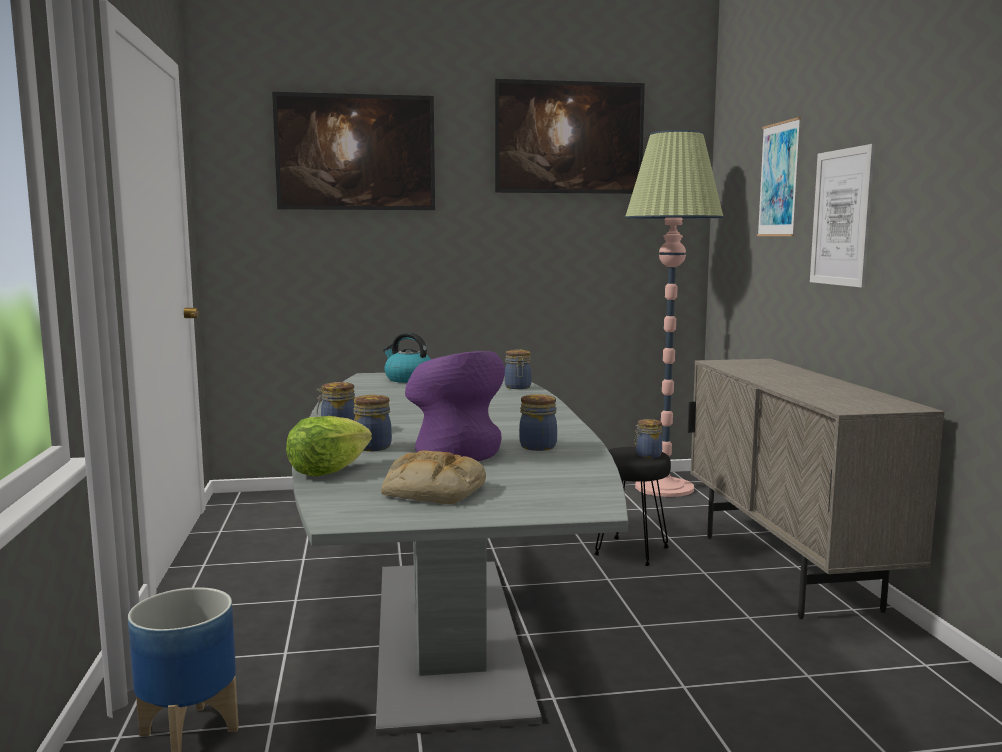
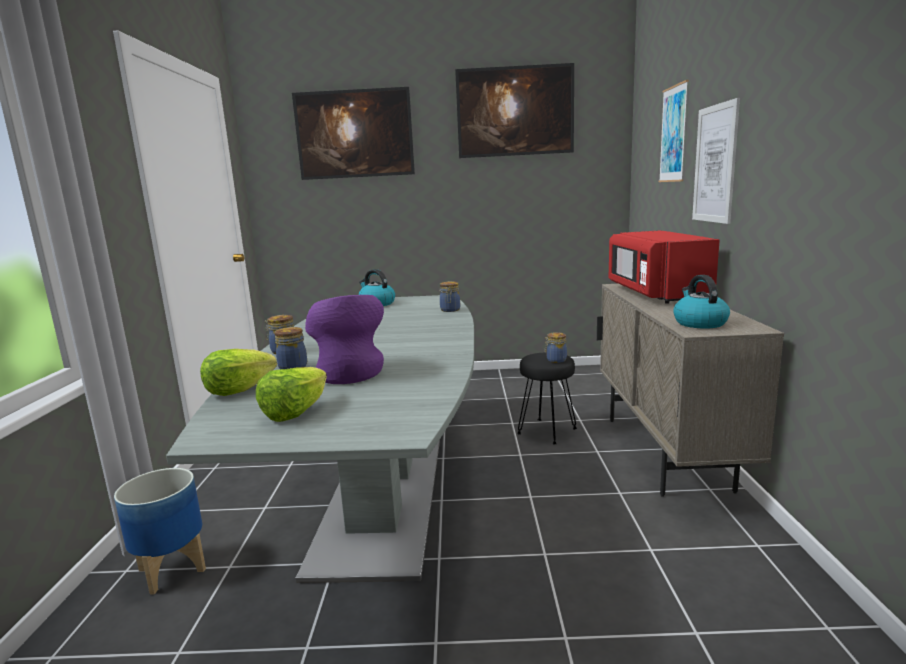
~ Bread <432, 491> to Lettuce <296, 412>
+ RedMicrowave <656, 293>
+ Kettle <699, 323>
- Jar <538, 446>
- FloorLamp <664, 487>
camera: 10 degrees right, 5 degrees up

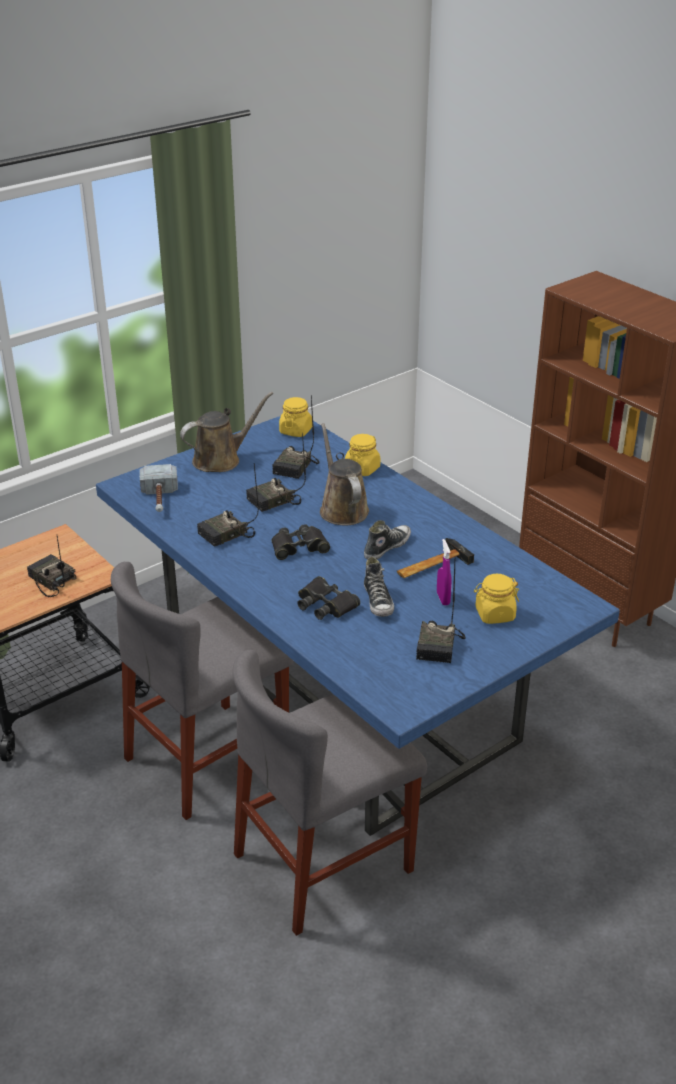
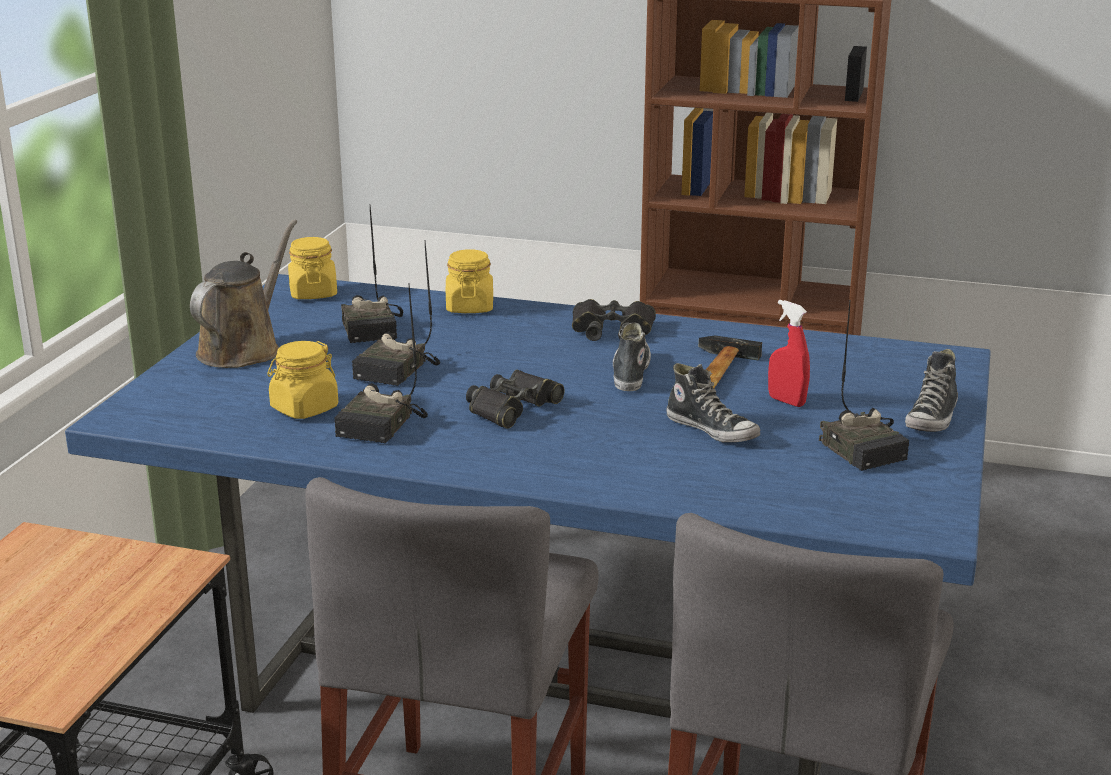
~ YellowJar <494, 614> to <304, 408>
~ BlackBinoculars <326, 604> to <612, 330>
~ PurpleSprayBottle <443, 599> to RedSprayBottle <786, 401>
+ Shoe <932, 419>
- Radio <50, 580>
- Hammer <159, 499>
- BrownWateringCan <342, 509>
camera: 35 degrees left, 10 degrees down

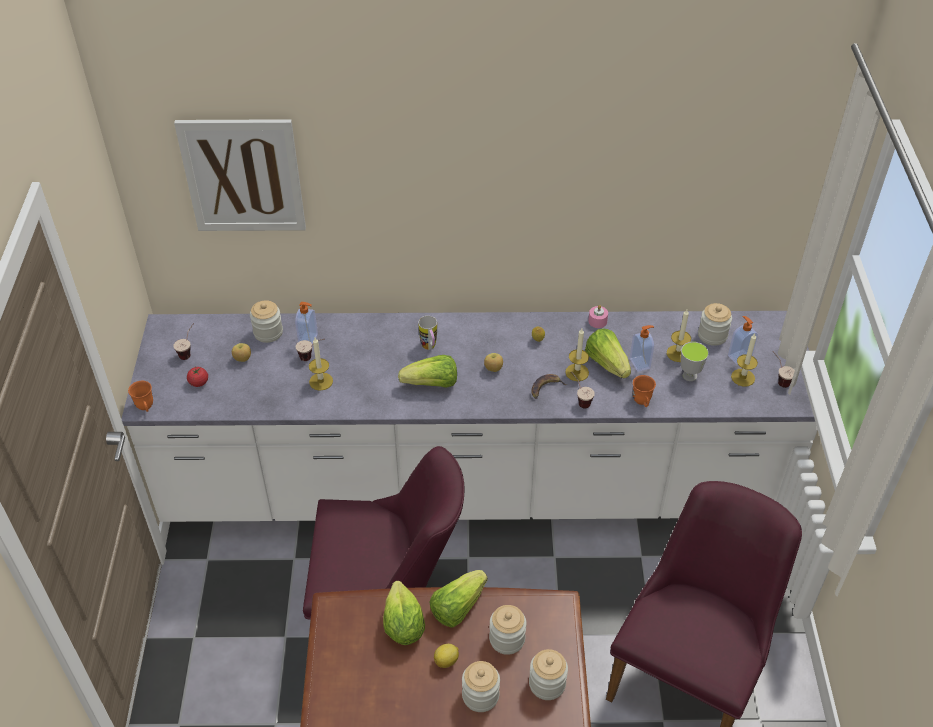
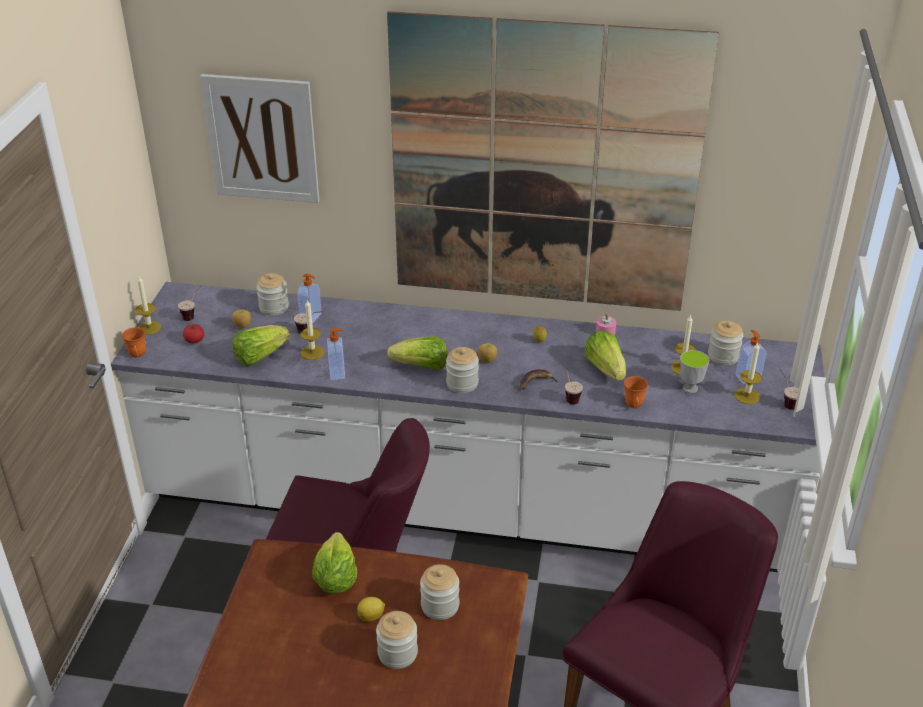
~ Candle <577, 372> to <149, 327>
~ Lettuce <457, 607> to <260, 356>
~ SoapDispenser <640, 363> to <338, 373>
+ Picture <543, 168>
~ Jar <547, 684> to <462, 383>
- Mug <429, 348>
camera: 10 degrees right, 10 degrees down

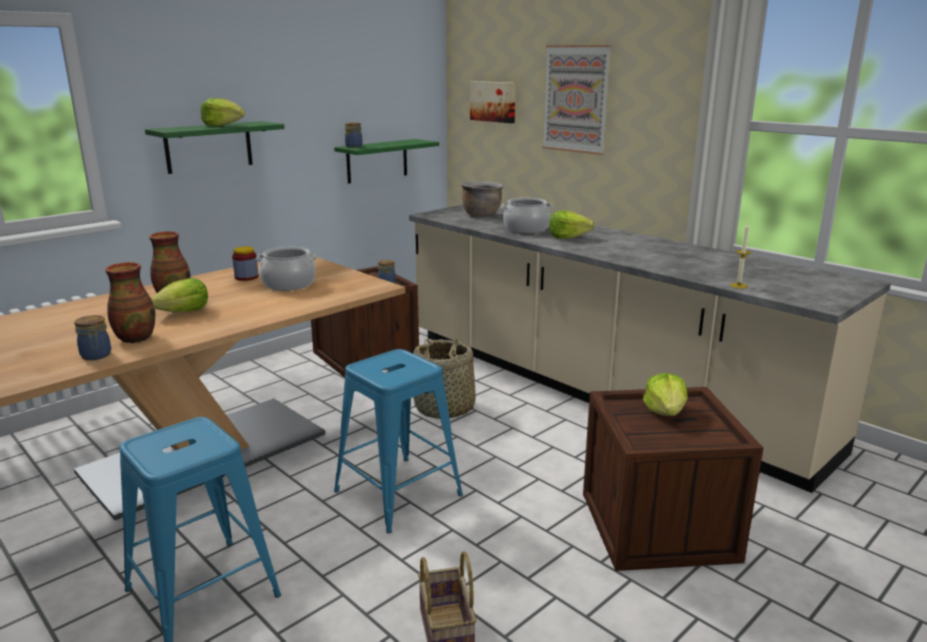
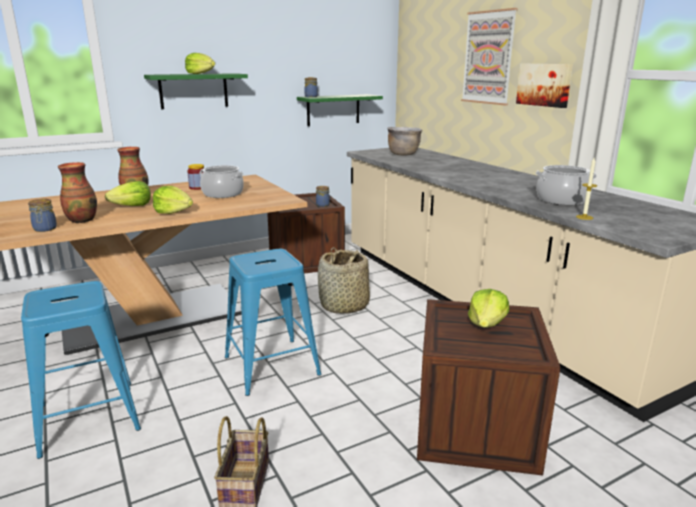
~ Lettuce <568, 237> to <174, 212>
~ Picture <493, 101> to <544, 84>
~ CookingPot <526, 229> to <561, 200>
camera: 15 degrees right, 0 degrees up

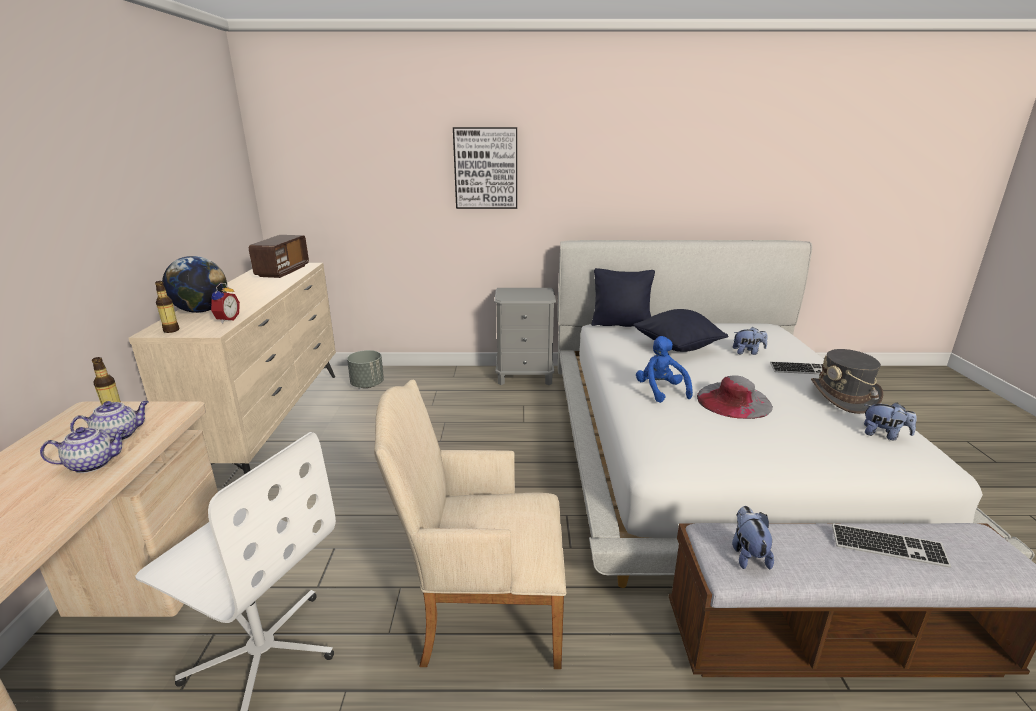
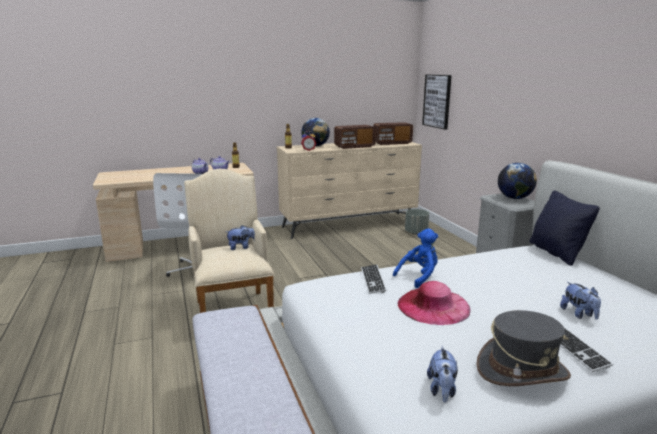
~ PlushToy <747, 554> to <241, 247>
+ Radio <354, 146>
~ Keyboard <887, 547> to <373, 280>
~ GreyHat <733, 401> to PinkHat <433, 306>
~ Picture <486, 168> to <437, 101>
+ Globe <514, 198>
- BlackPillow <677, 348>
camera: 70 degrees right, 5 degrees down

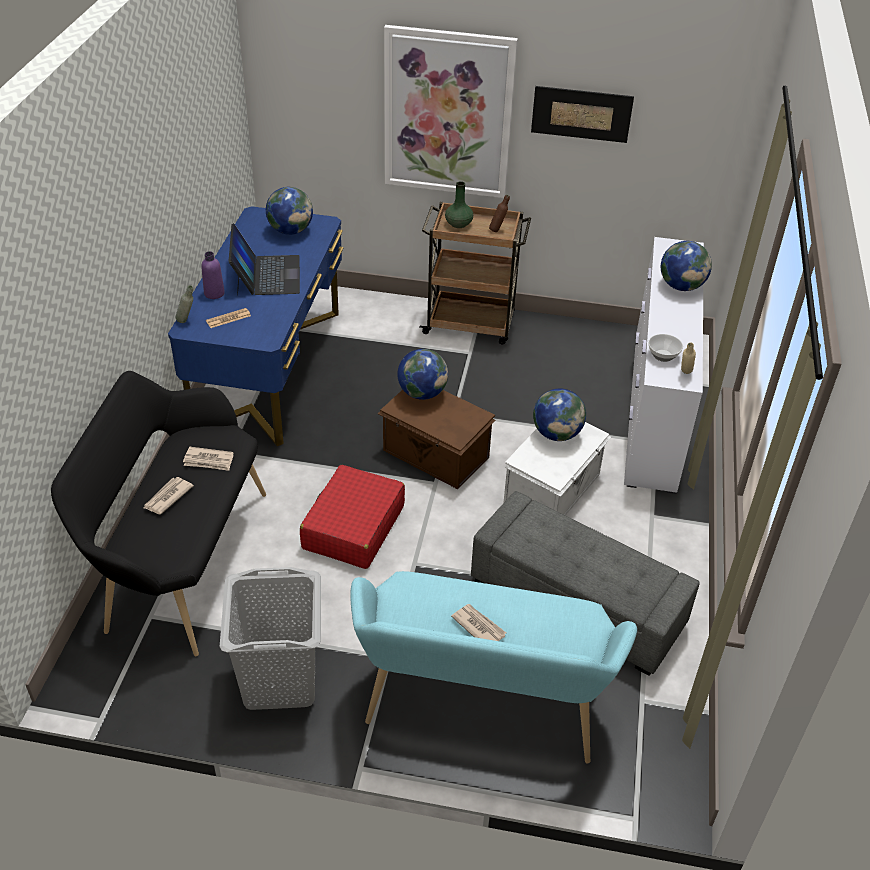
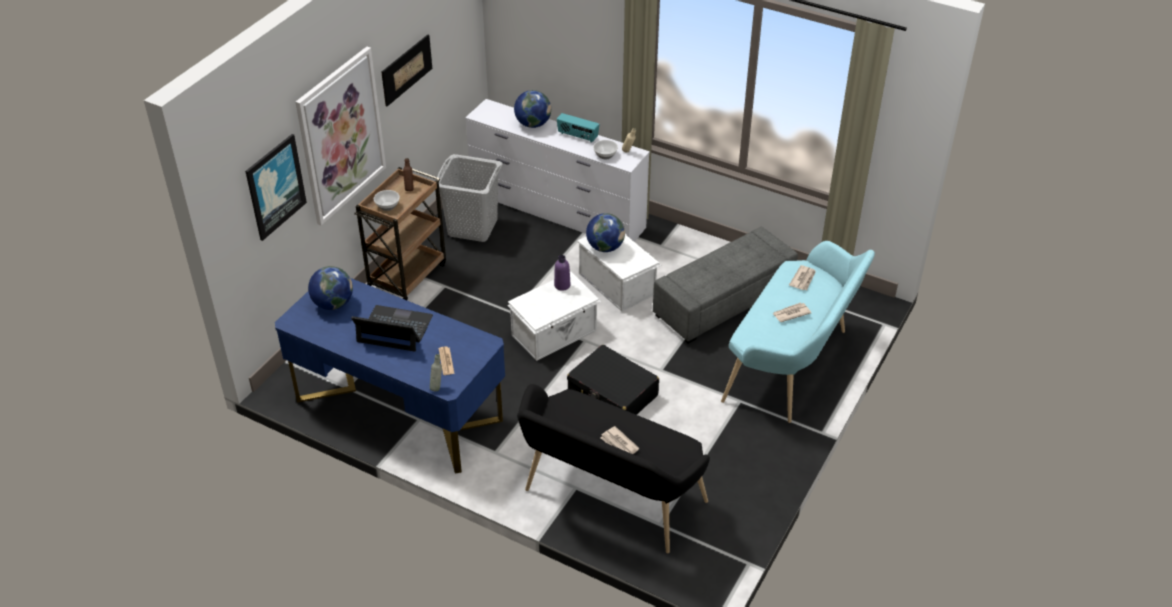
+ Picture <275, 186>
~ GreenVase <458, 224> to Bowl <387, 206>
~ GreyLaundryBasket <280, 679> to <472, 227>
~ BrownStorageBox <435, 455> to WhiteStorageBox <555, 333>
~ PurpleBottle <214, 293> to <562, 285>
+ Radio <577, 136>
~ RedSuitcase <353, 527> to BlackSuitcase <613, 394>
~ Newspaper <209, 461> to <803, 279>
- Globe <422, 393>
camera: 70 degrees left, 0 degrees up

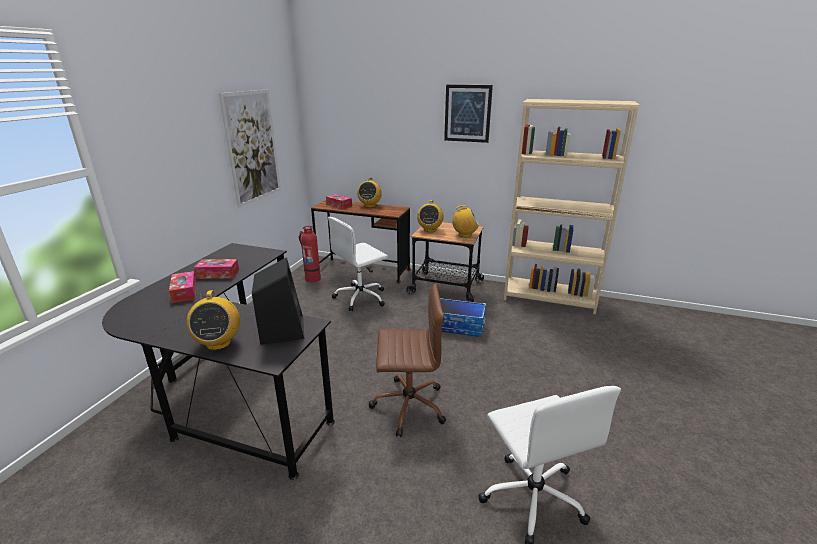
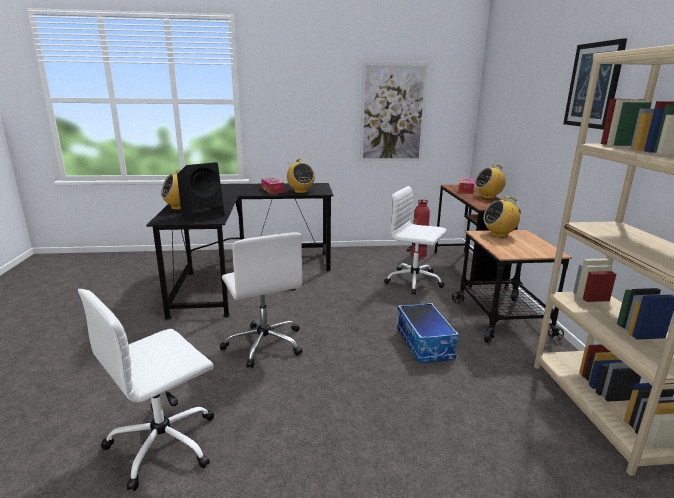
~ BrownOfficeChair <407, 405> to WhiteOfficeChair <264, 344>
~ Radio <464, 235> to <300, 191>
- TissueBox <184, 292>
camera: 65 degrees right, 5 degrees down

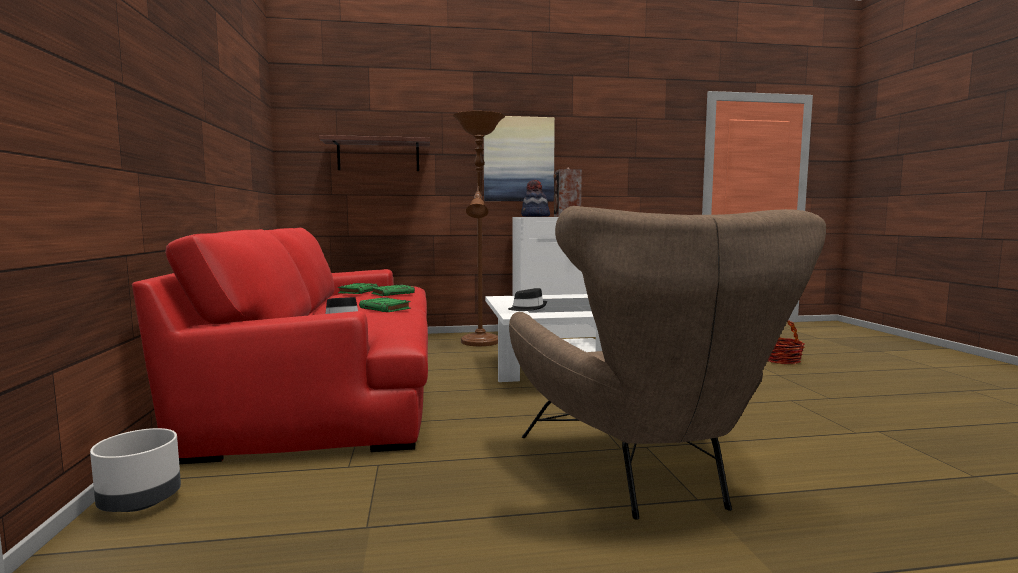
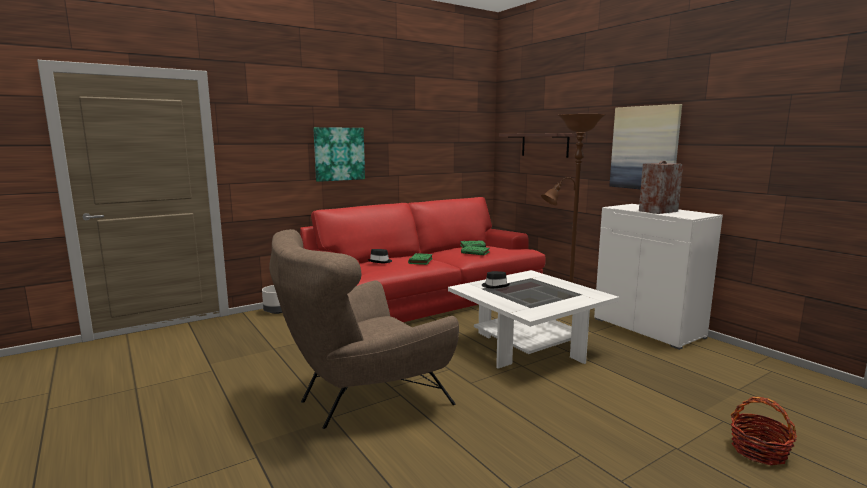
+ Picture <339, 154>
- Hat <535, 216>
camera: 65 degrees right, 5 degrees up

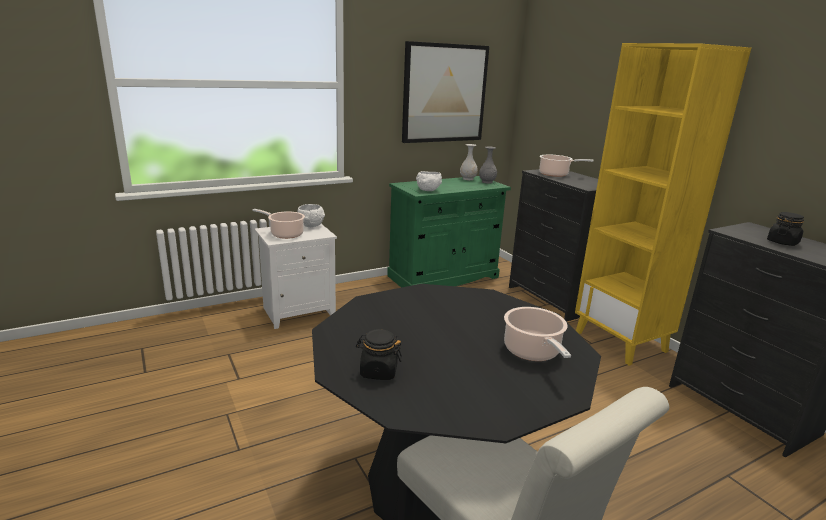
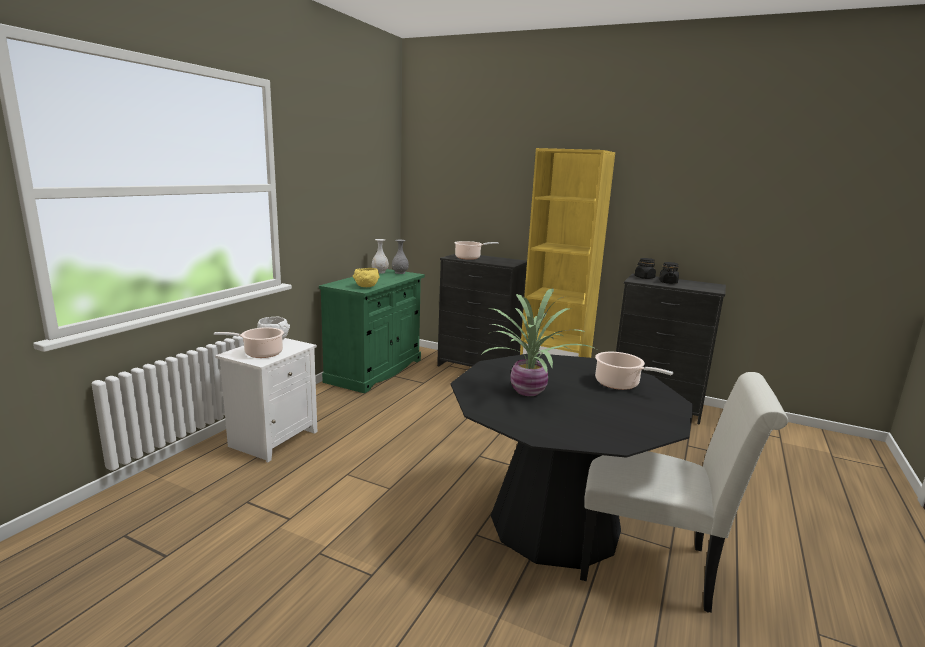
~ WhiteBowl <428, 190> to YellowBowl <366, 286>
+ PottedPlant <530, 392>
~ BlackJar <378, 371> to <644, 277>
- Picture <444, 93>
camera: 35 degrees left, 5 degrees down

